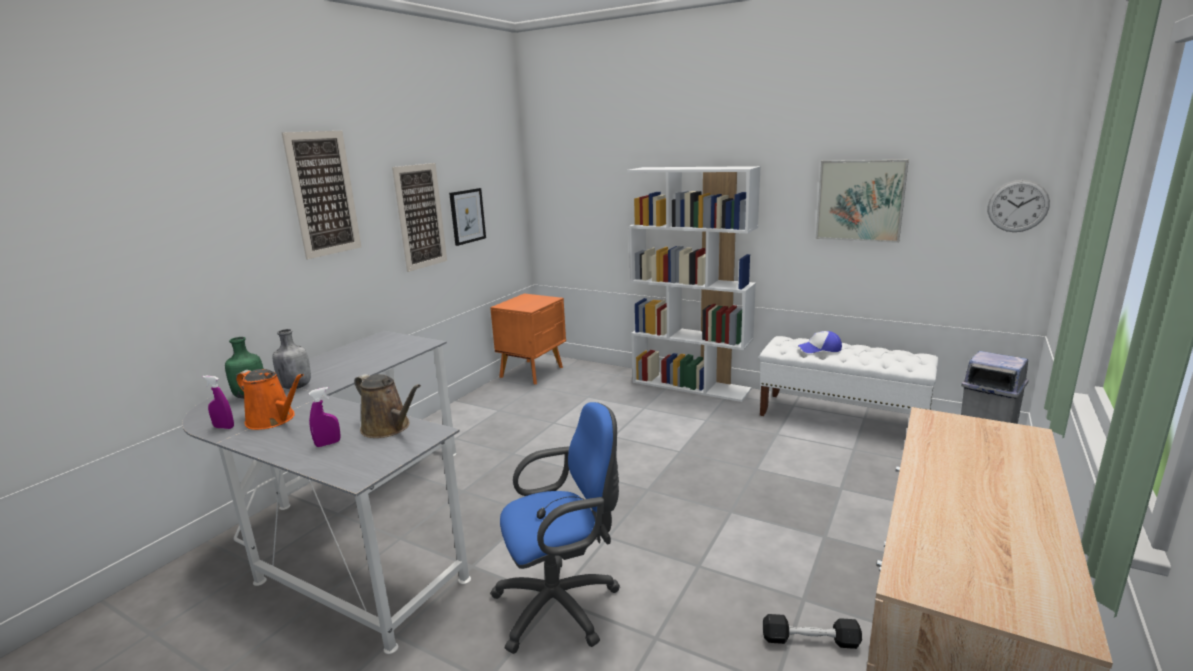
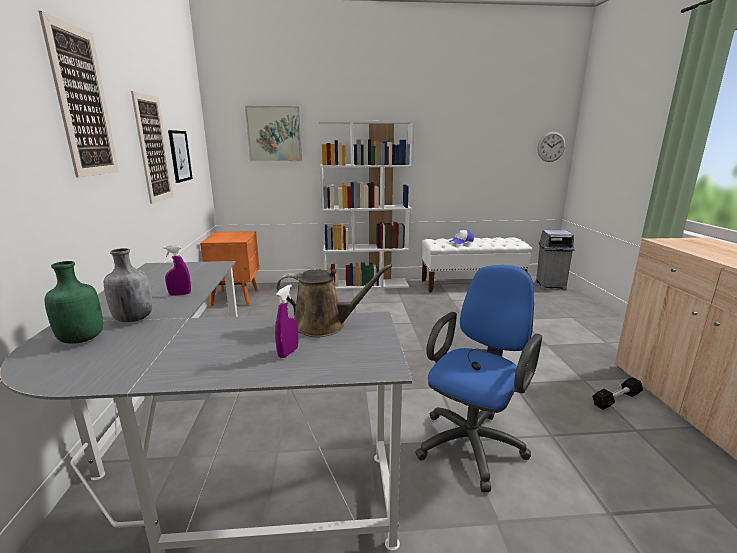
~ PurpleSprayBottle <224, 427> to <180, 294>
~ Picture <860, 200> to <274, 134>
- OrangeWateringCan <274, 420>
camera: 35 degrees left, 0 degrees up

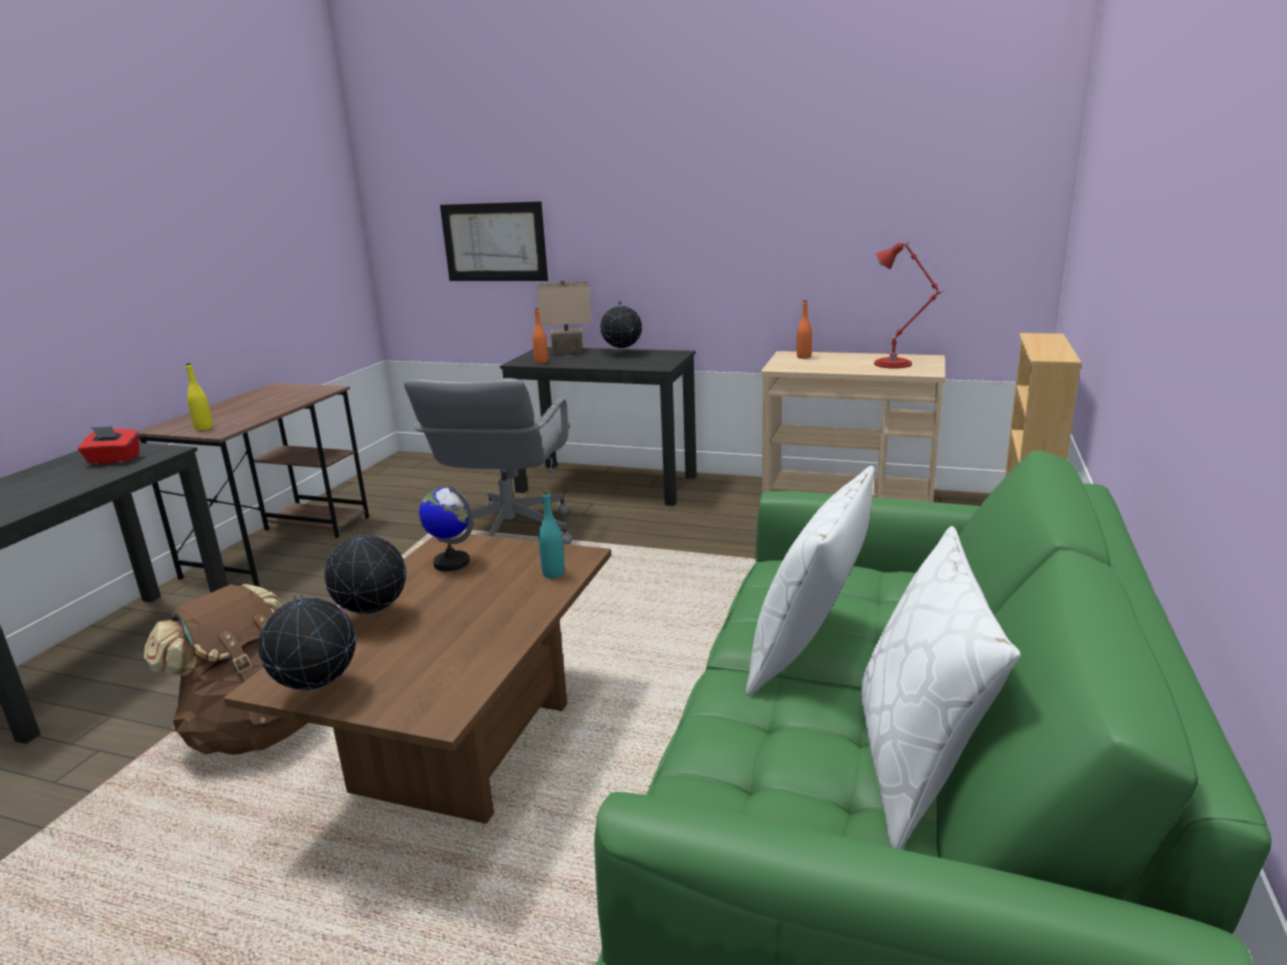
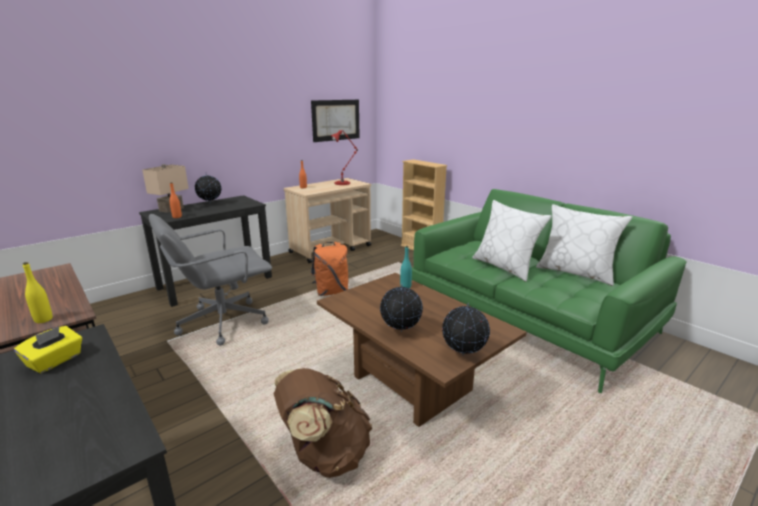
~ RedTissueBox <114, 460> to YellowTissueBox <55, 361>
~ GreyOfficeChair <508, 534> = <222, 322> 105 degrees clockwise
~ Picture <494, 242> to <336, 120>
+ OrangeBackpack <331, 292>
- Globe <451, 562>
camera: 60 degrees left, 0 degrees up

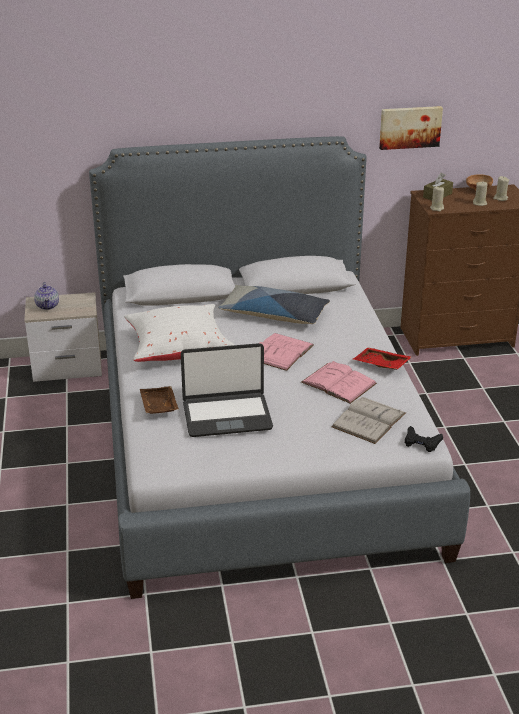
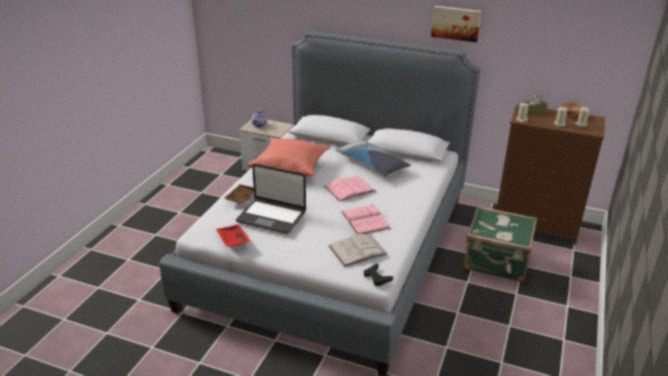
~ RedTray <381, 365> to <232, 240>
~ WhitePillow <178, 348> to RedPillow <291, 168>
~ Picture <410, 127> to <456, 23>
+ GreenSuitcase <497, 262>
camera: 30 degrees right, 0 degrees up

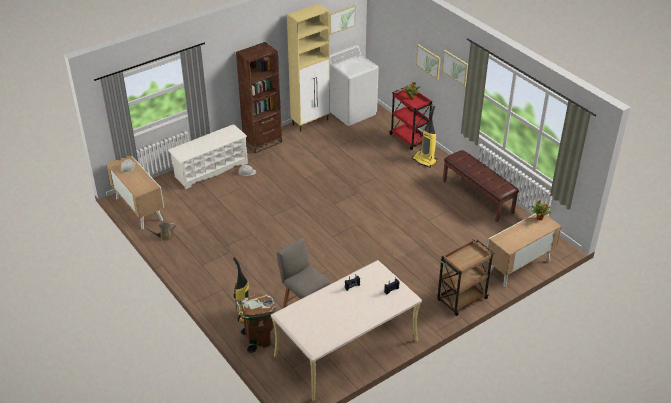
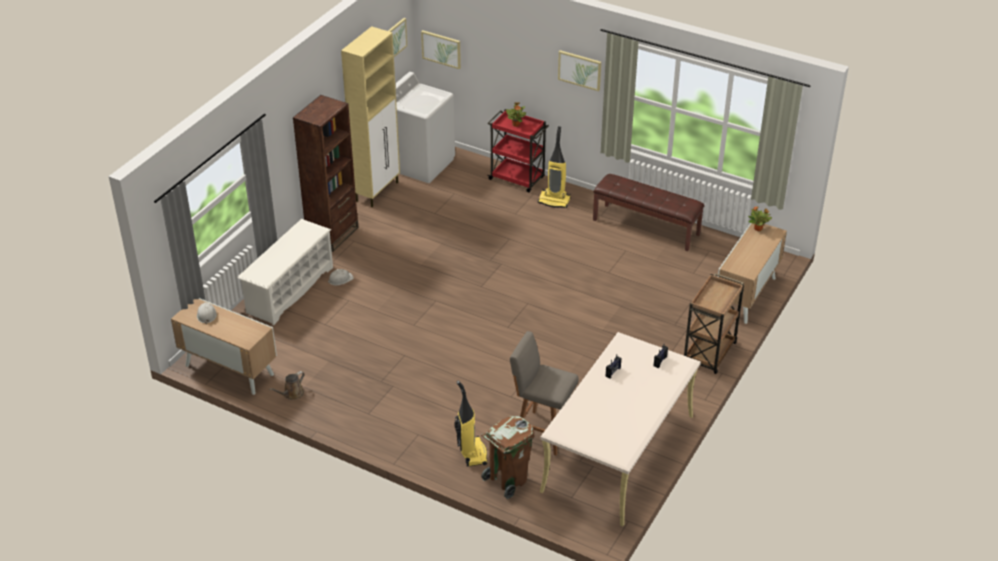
~ Picture <428, 61> to <441, 49>
camera: 25 degrees left, 0 degrees up

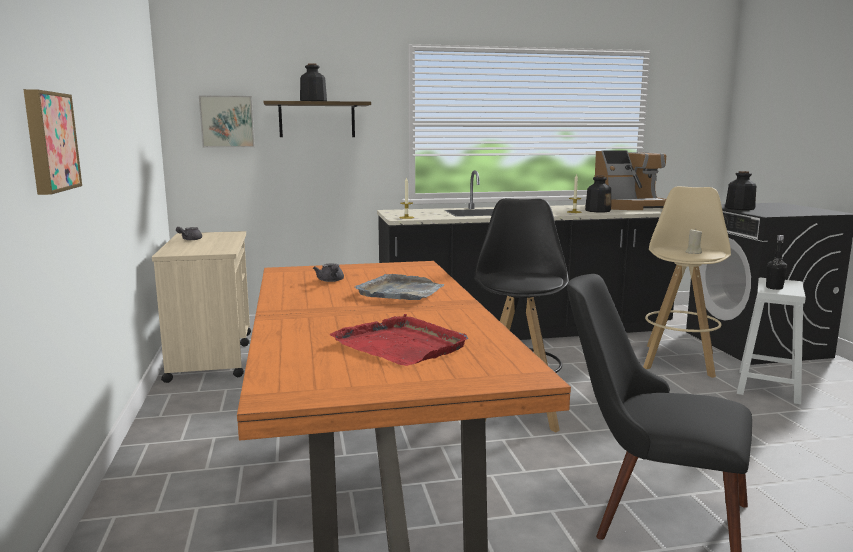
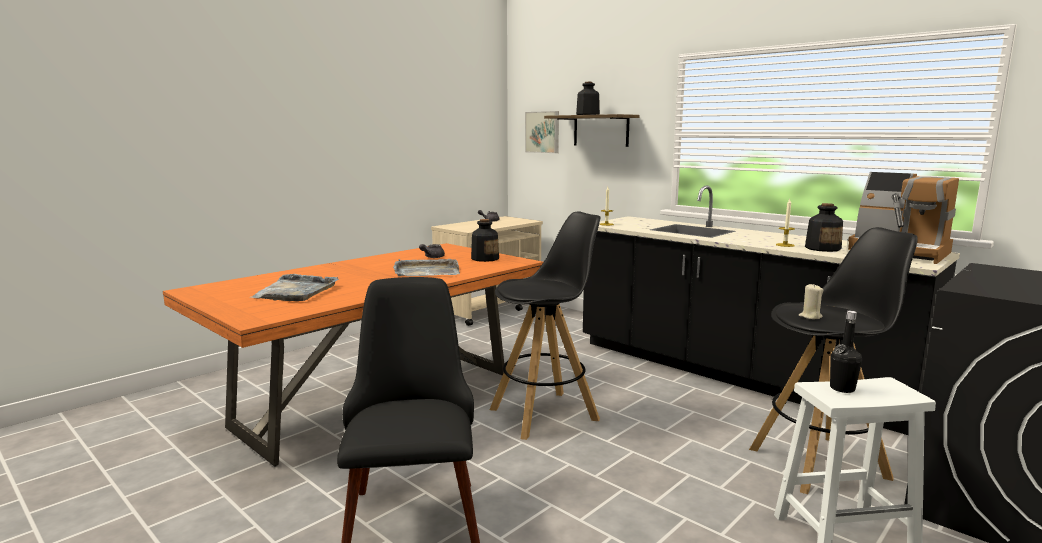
~ RedTray <401, 345> to GreyTray <296, 291>
~ Bottle <739, 208> to <485, 258>
~ BeigeStool <679, 360> to BlackStool <820, 463>
- Picture <48, 142>
camera: 55 degrees right, 0 degrees up

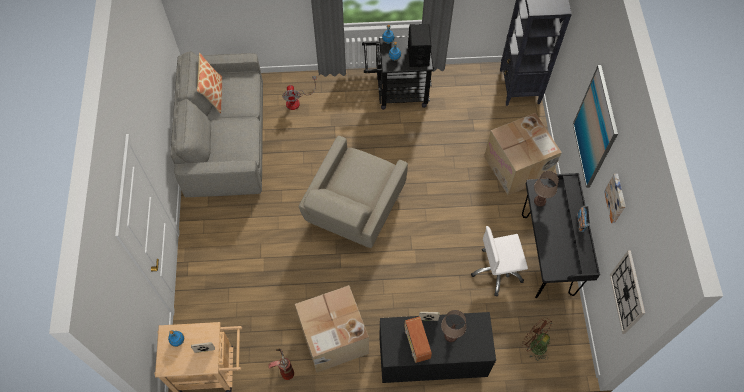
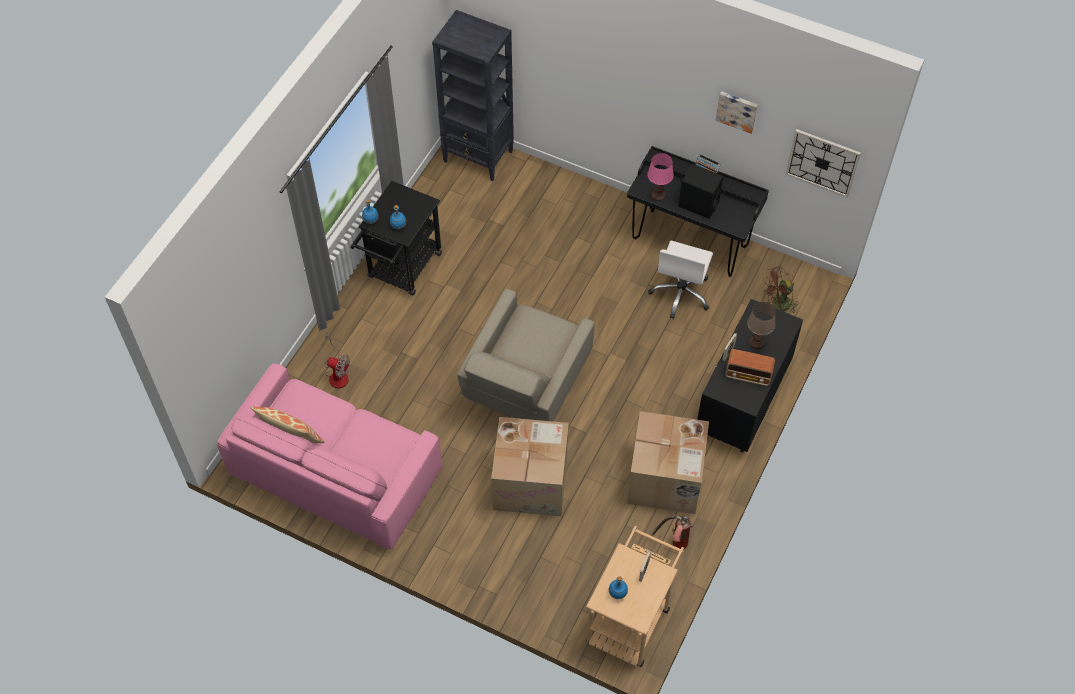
~ GreySofa <225, 138> to PinkSofa <335, 472>
~ BeigeArmchair <354, 211> = <525, 386> 60 degrees clockwise
~ CardboardBox <518, 167> to <531, 481>
~ BrownTableLamp <540, 201> to PinkTableLamp <657, 195>
~ BlackSpeaker <418, 56> to <698, 204>
- Picture <595, 128>
camera: 60 degrees left, 5 degrees down

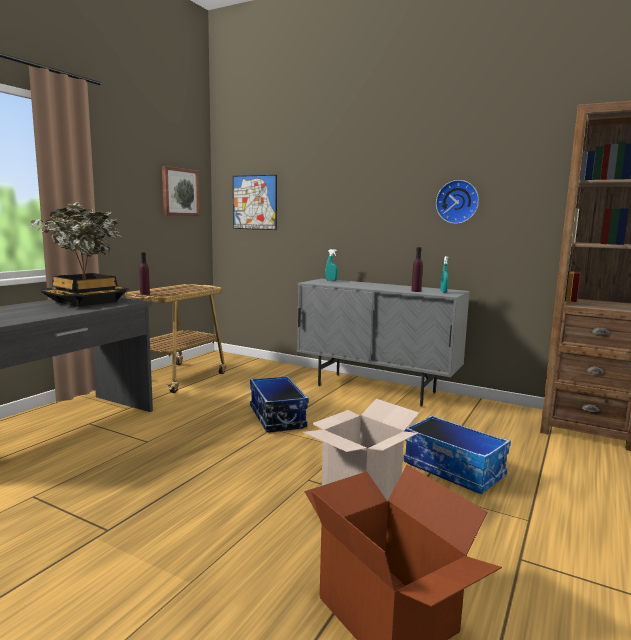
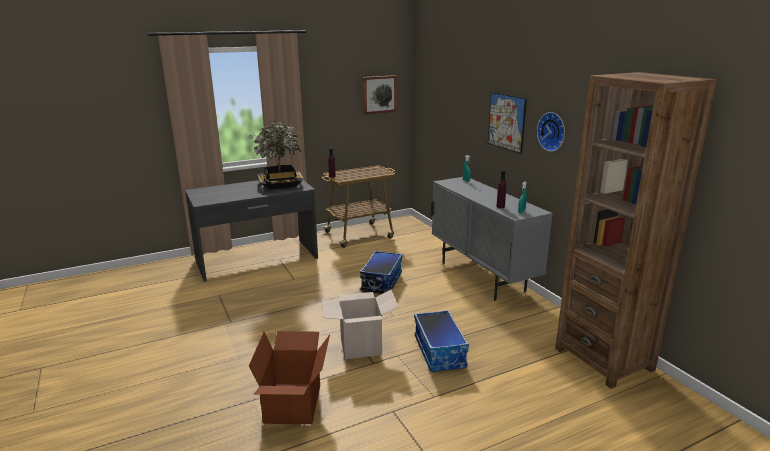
~ Picture <254, 202> to <506, 122>
camera: 35 degrees right, 10 degrees up

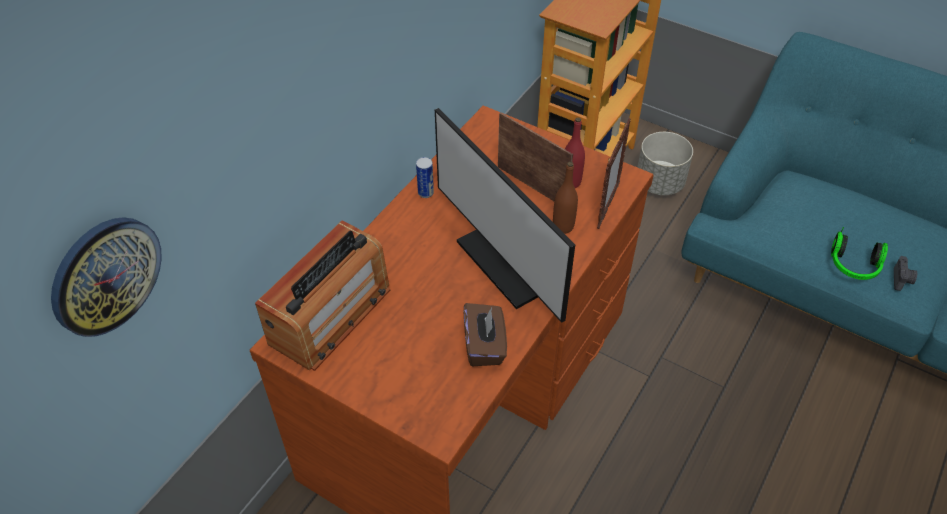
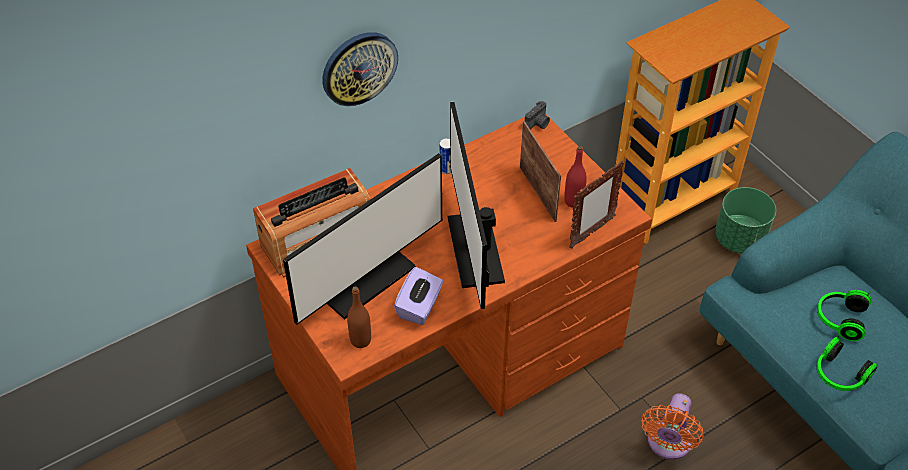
+ Monitor <366, 280>
~ WallClock <105, 275> to <359, 68>
~ BrownBottle <563, 226> to <360, 340>
~ BrownTissueBox <485, 346> to PurpleTissueBox <419, 307>
~ PhotoCamera <902, 280> to <538, 124>
+ OrangeFan <668, 444>
~ GreyPlanter <659, 183> to GreenPlanter <740, 239>
+ Headphones <839, 319>
camera: 25 degrees right, 0 degrees up

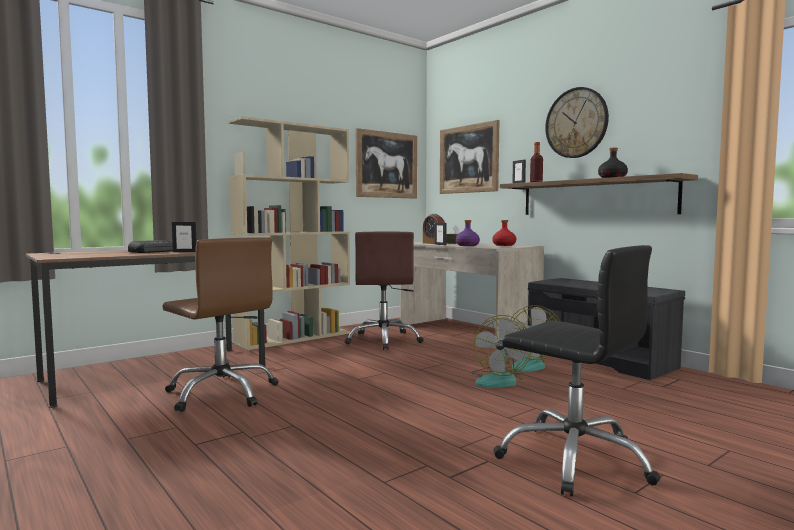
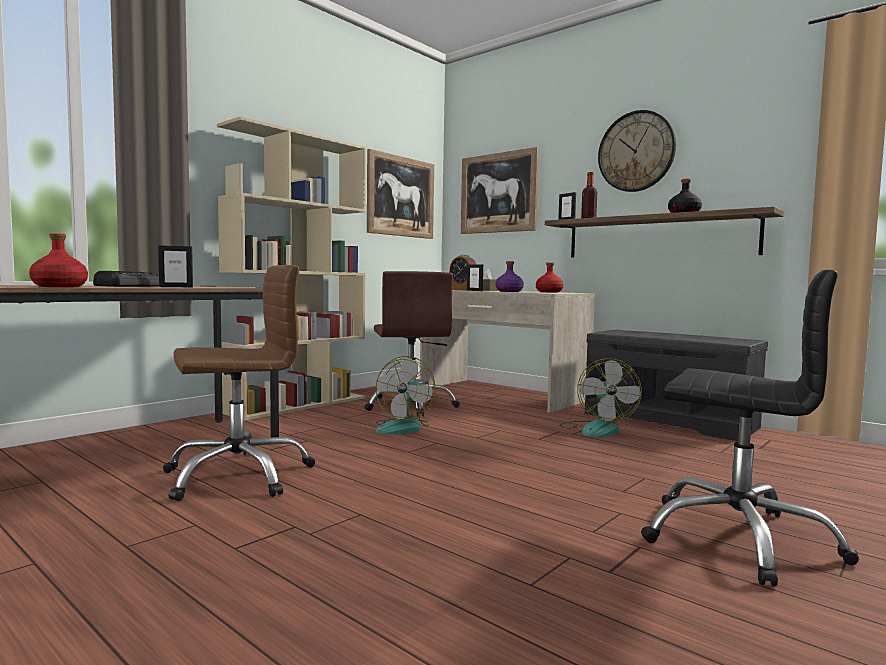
+ RedBottle <60, 286>
~ BrownOfficeChair <222, 393> = <238, 475> 60 degrees counterclockwise
~ Fan <500, 380> to <404, 427>
camera: 10 degrees left, 0 degrees up

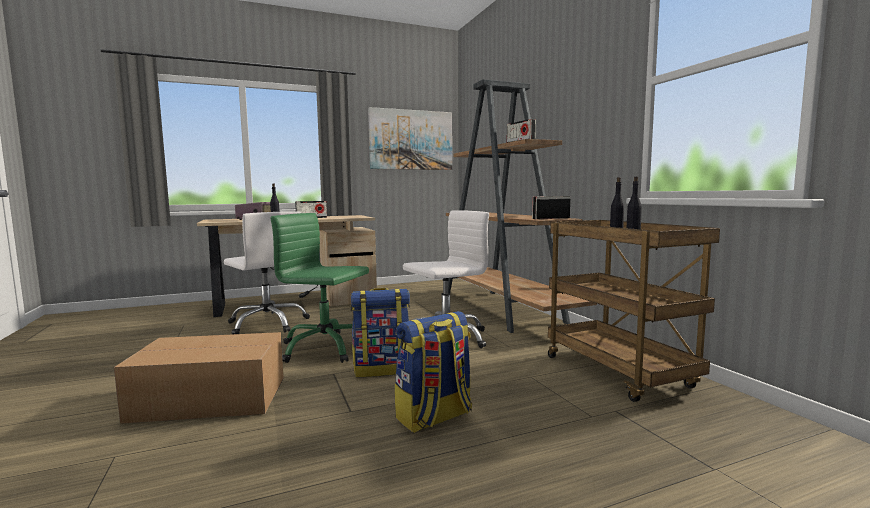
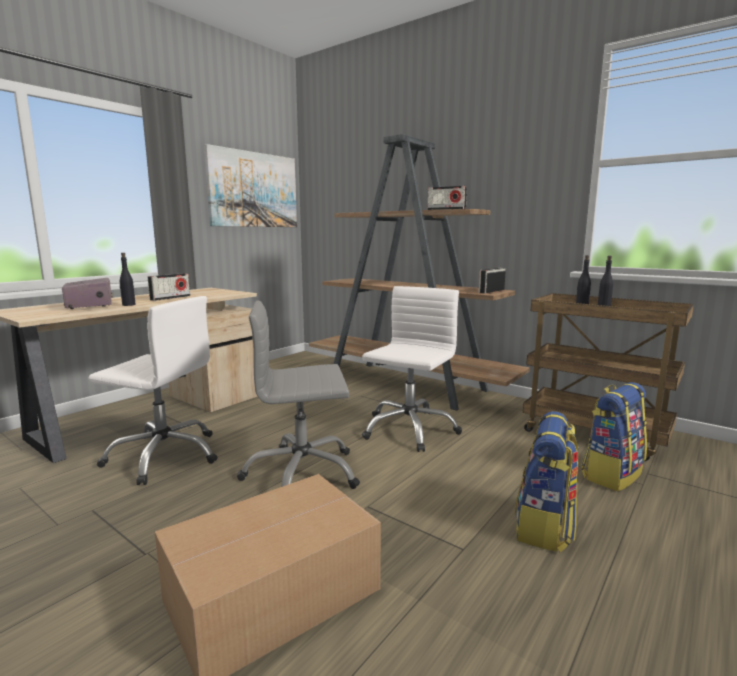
~ GreenOfficeChair <325, 348> to GreyOfficeChair <301, 474>
~ Backpack <382, 369> to <611, 474>
camera: 30 degrees left, 5 degrees up

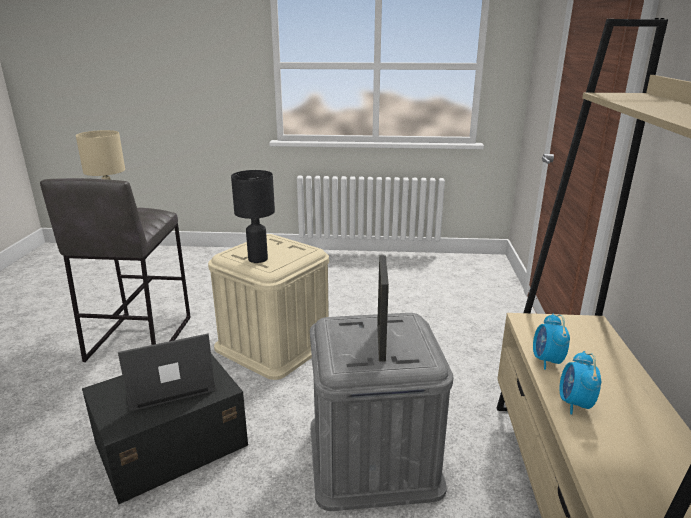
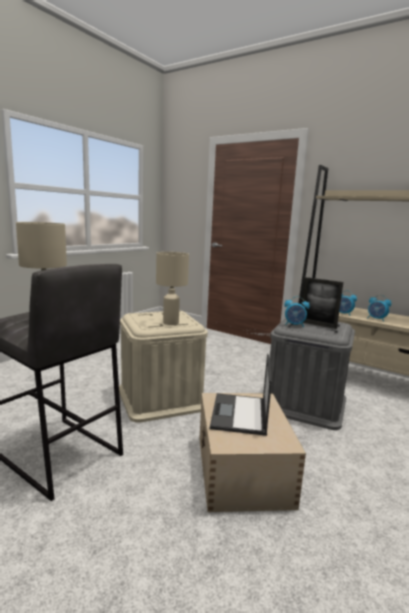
~ BlackTableLamp <258, 259> to BeigeTableLamp <171, 322>
~ BlackStorageBox <169, 443> to BeigeStorageBox <242, 470>
+ AlarmClock <294, 325>
camera: 60 degrees left, 10 degrees down

